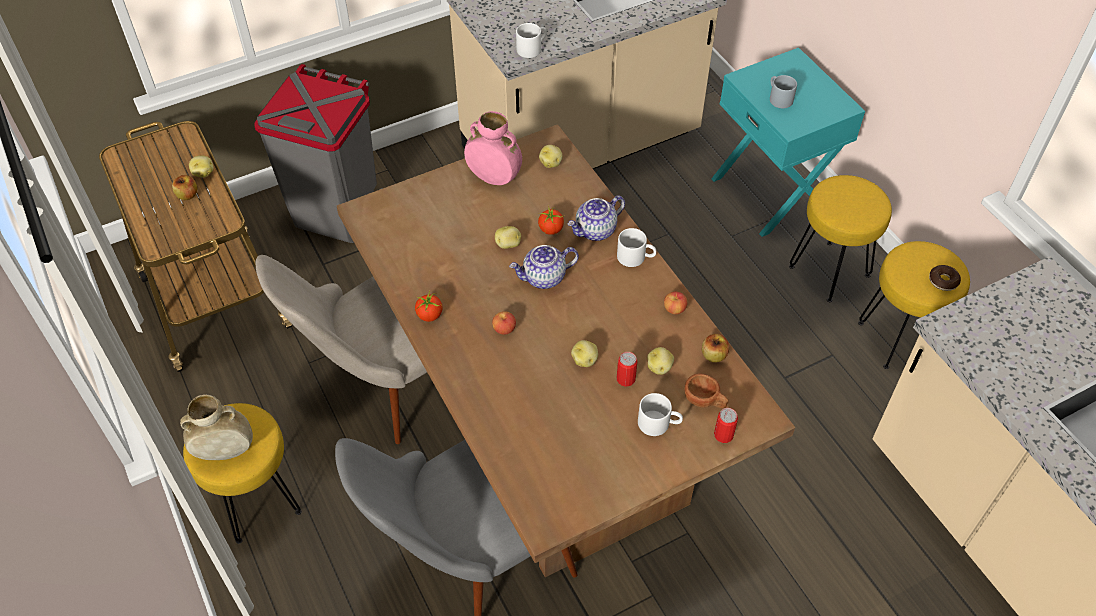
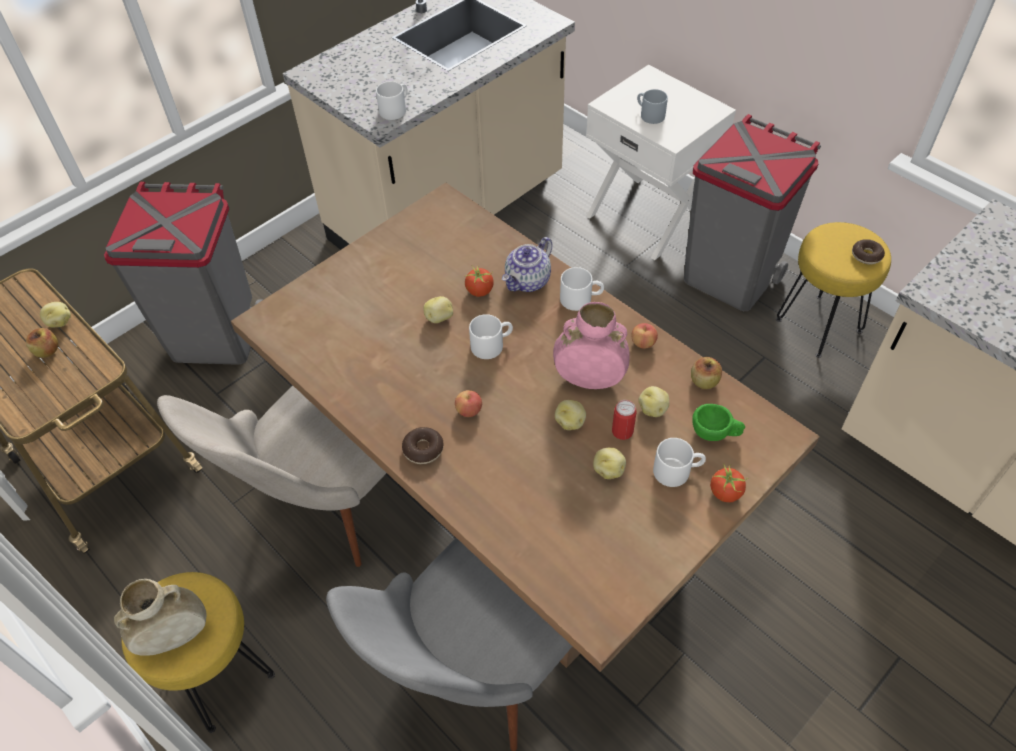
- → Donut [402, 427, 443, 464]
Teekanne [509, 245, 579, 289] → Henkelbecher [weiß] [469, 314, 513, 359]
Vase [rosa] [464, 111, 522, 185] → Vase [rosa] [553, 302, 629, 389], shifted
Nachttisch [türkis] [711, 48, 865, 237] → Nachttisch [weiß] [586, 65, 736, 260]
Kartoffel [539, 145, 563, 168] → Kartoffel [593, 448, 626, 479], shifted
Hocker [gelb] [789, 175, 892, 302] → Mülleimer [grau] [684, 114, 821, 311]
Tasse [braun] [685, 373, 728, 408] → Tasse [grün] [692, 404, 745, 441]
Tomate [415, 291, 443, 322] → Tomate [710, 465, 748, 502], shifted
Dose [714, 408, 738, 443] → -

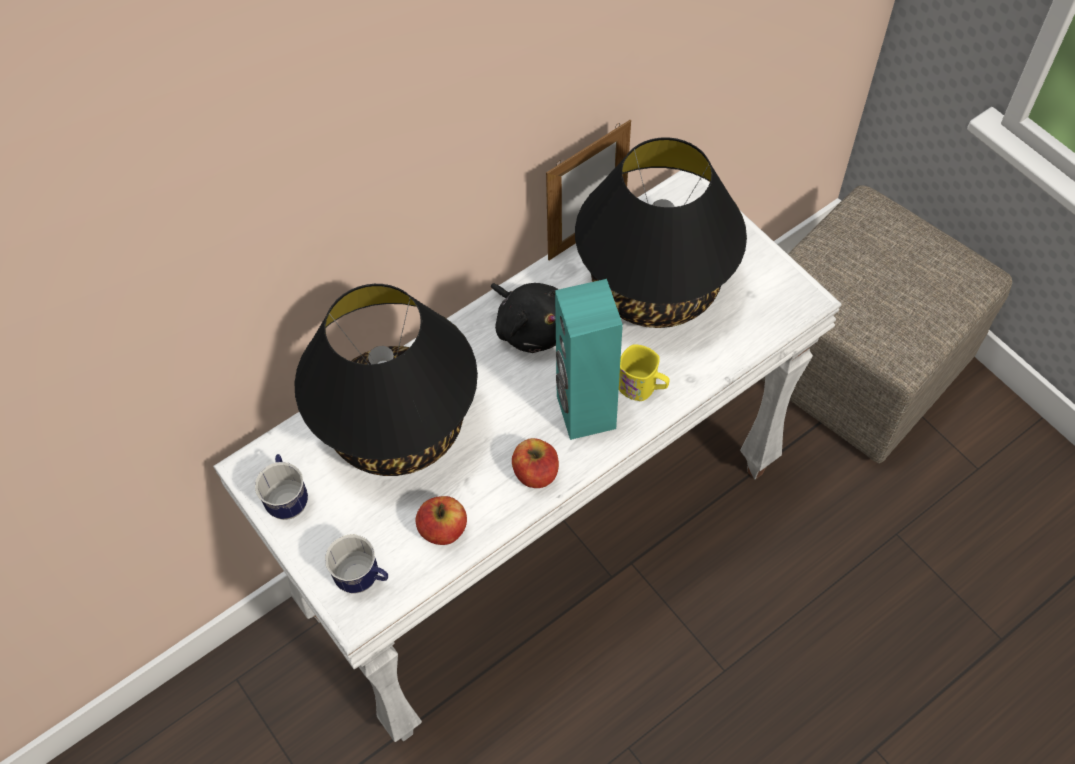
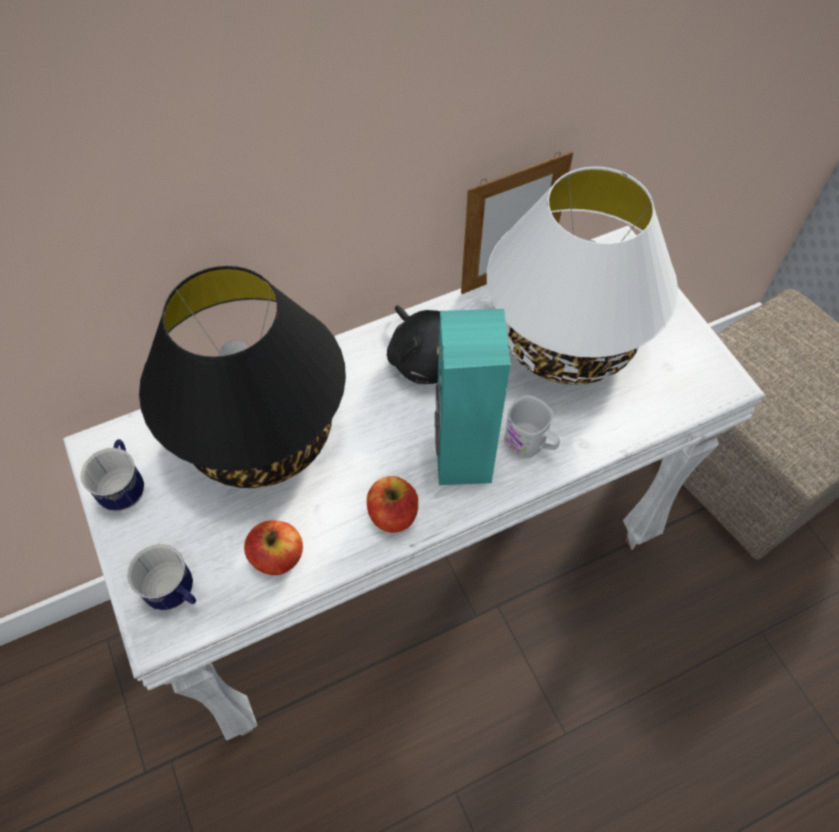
Tischlampe [schwarz] [575, 137, 747, 328] → Tischlampe [weiß] [487, 166, 678, 385]
Henkelbecher [gelb] [619, 344, 670, 401] → Henkelbecher [weiß] [504, 395, 560, 458]

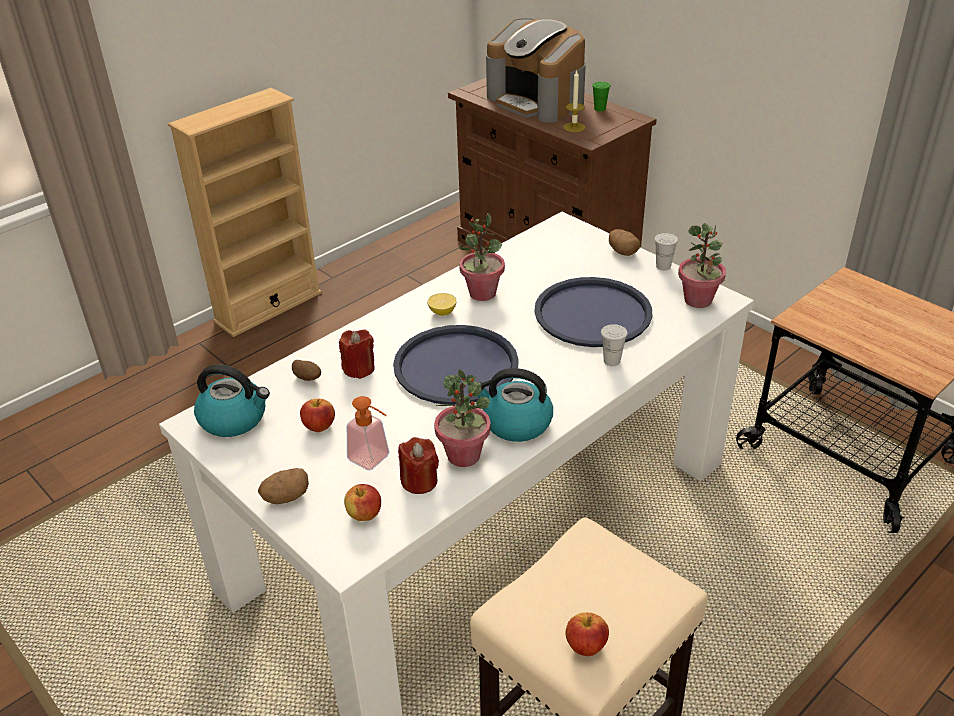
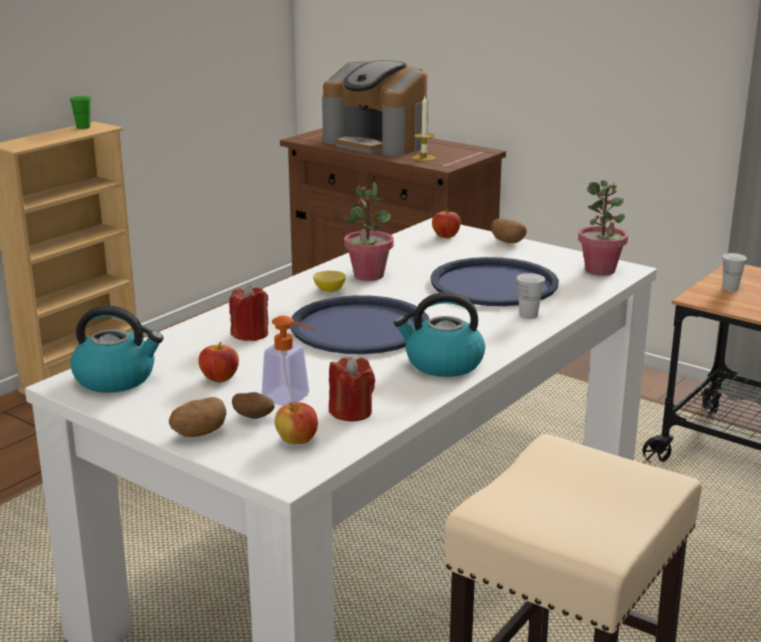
Tasse [grün] [592, 82, 610, 111] → Tasse [grün] [70, 96, 91, 129], shifted
Kartoffel [292, 360, 321, 381] → Kartoffel [232, 392, 275, 419], shifted
Apfel [565, 612, 609, 656] → Apfel [432, 209, 461, 239], shifted
Tasse [weiß] [655, 233, 678, 271] → Tasse [weiß] [722, 253, 747, 291], shifted
Topfpflanze [434, 369, 491, 467] → -

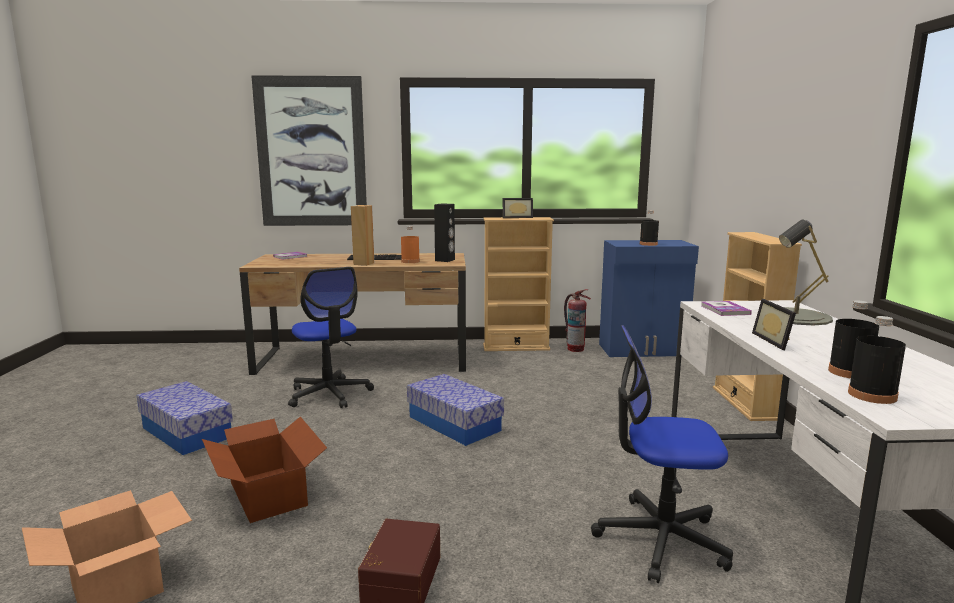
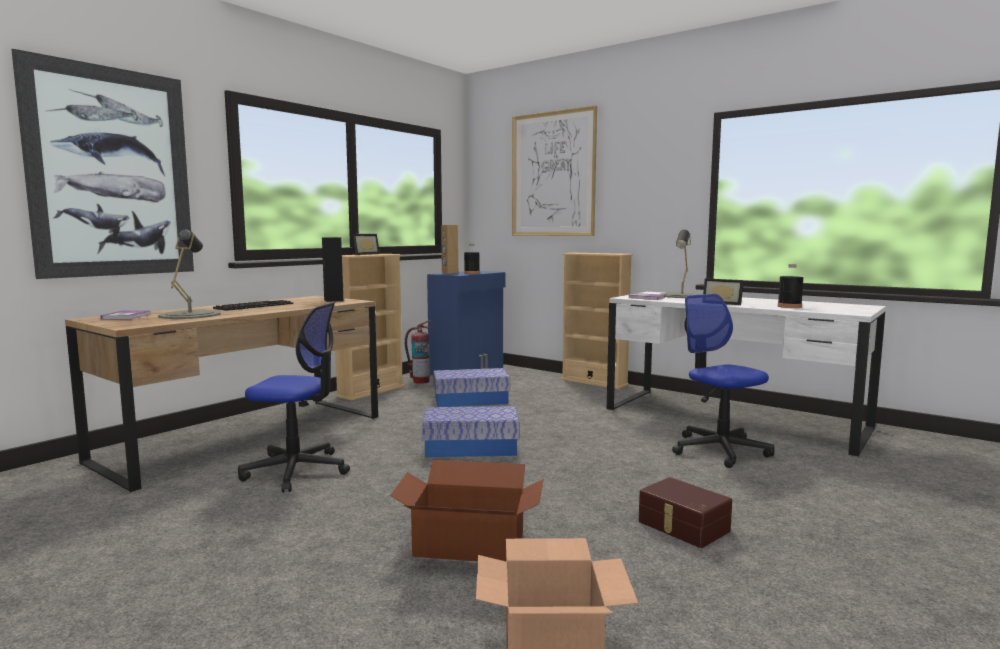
- → Tischlampe [grau] [158, 229, 221, 319]
Aufbewahrungsbox [137, 381, 233, 455] → Aufbewahrungsbox [433, 368, 510, 407], shifted
Lautsprecher [braun] [351, 205, 374, 266] → Lautsprecher [braun] [441, 225, 458, 274], shifted
- → Bild [512, 105, 597, 236]
Bürostuhl [591, 325, 733, 583] → Bürostuhl [672, 294, 775, 468], 105 degrees clockwise
Flasche [orange] [401, 226, 420, 263] → -
Flasche [schwarz] [848, 316, 906, 404] → -

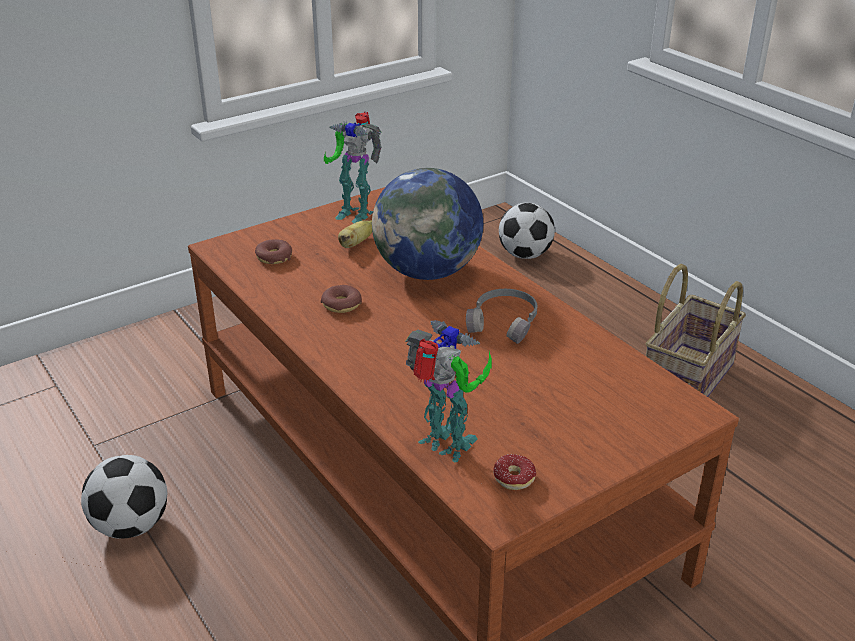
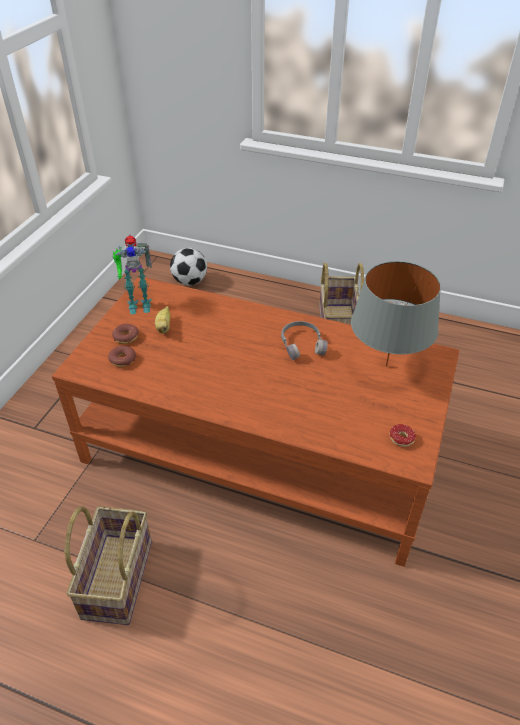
Fußball [81, 455, 167, 539] → Korb [65, 506, 152, 625]
Donut [321, 285, 362, 313] → Donut [112, 324, 139, 344], shifted
- → Tischlampe [grau] [351, 261, 441, 367]
Globus [372, 168, 483, 280] → -
Spielzeugroboter [405, 320, 492, 462] → -

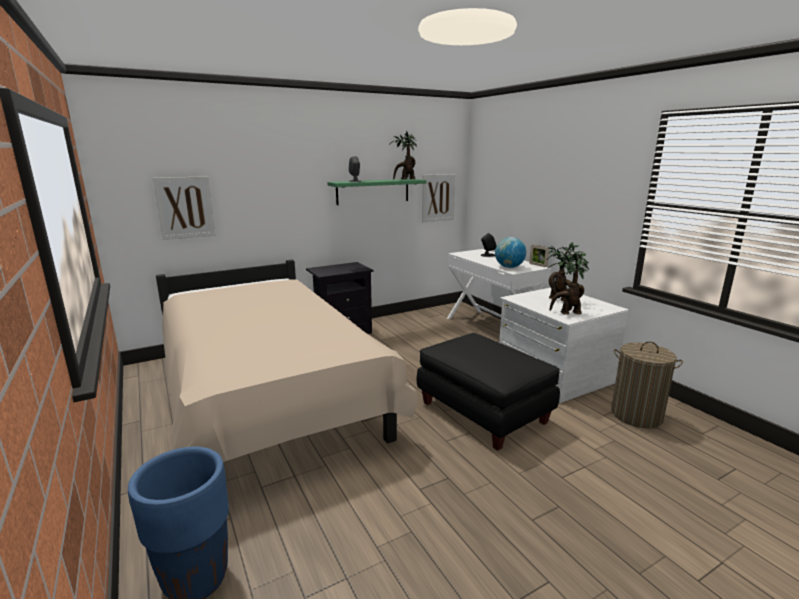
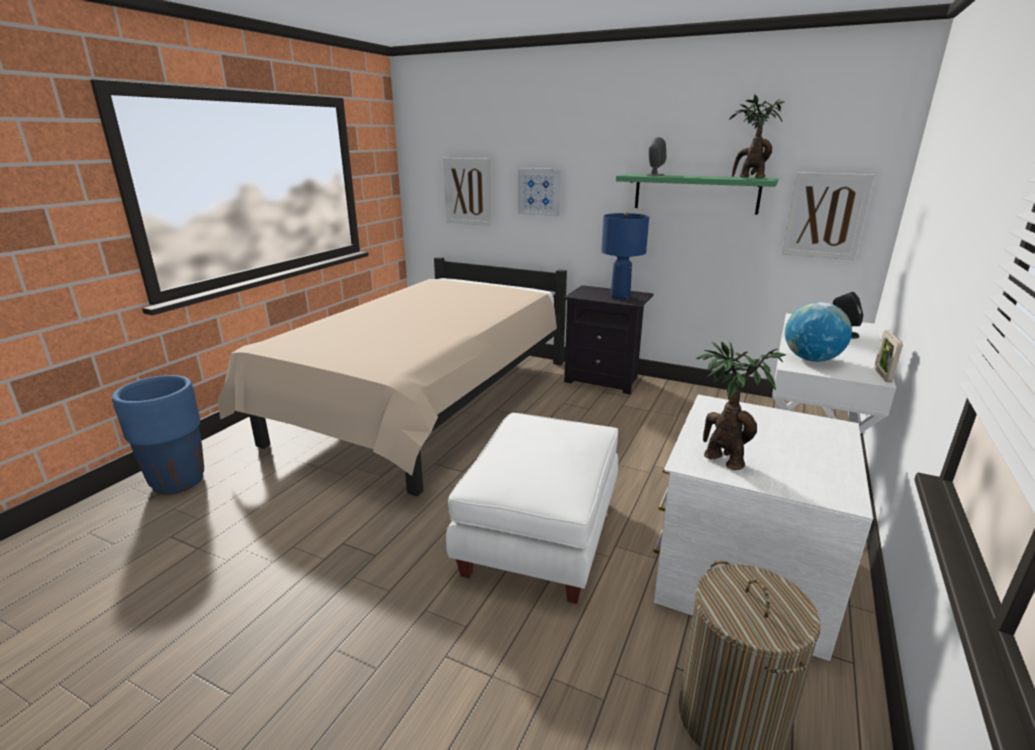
Polsterhocker [schwarz] [417, 333, 560, 451] → Polsterhocker [weiß] [446, 413, 618, 604]
- → Bild [518, 168, 561, 216]
- → Tischlampe [blau] [601, 212, 649, 299]
Topfpflanze [547, 242, 588, 301] → -

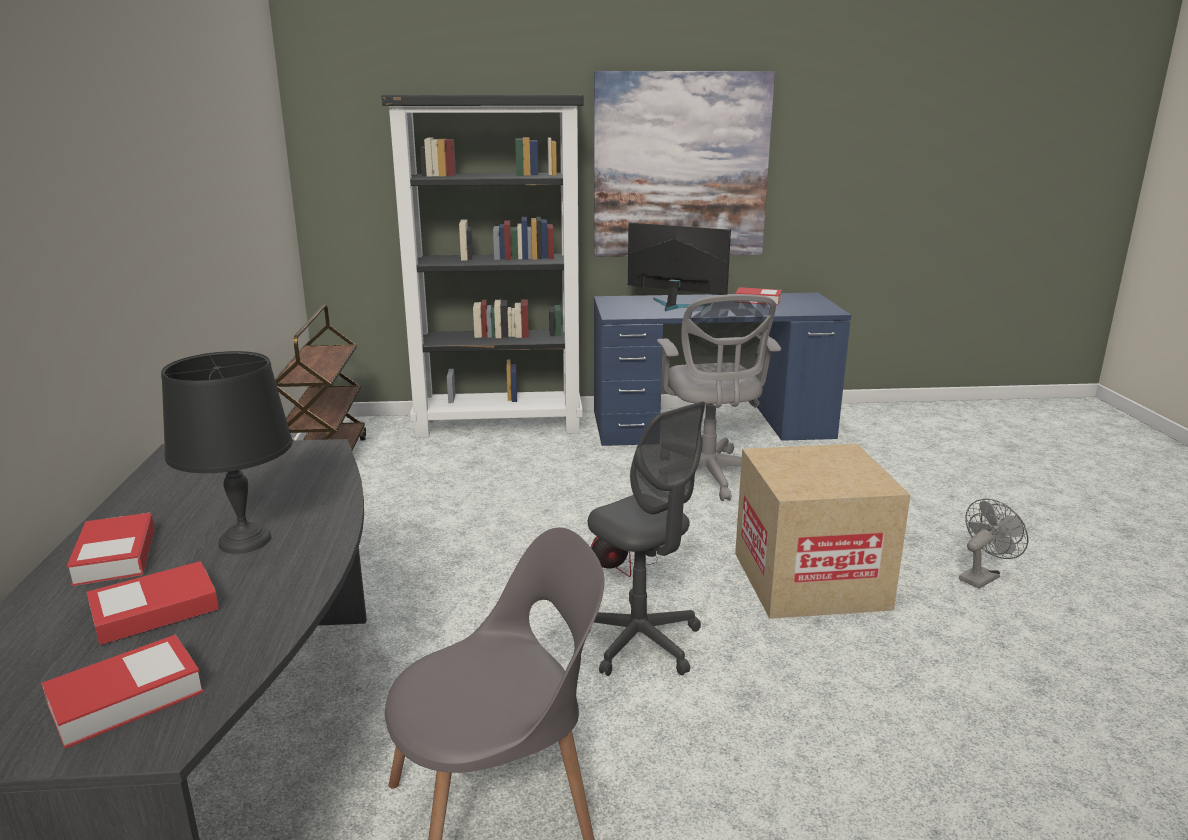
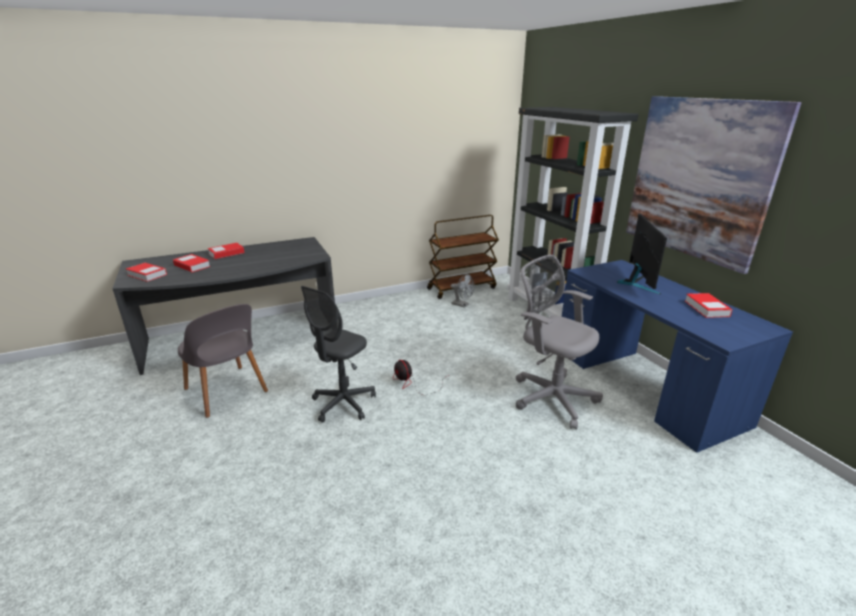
Ventilator [grau] [959, 498, 1028, 589] → Ventilator [grau] [451, 274, 475, 308], shifted
Bürostuhl [grau] [657, 294, 781, 501] → Bürostuhl [grau] [516, 255, 603, 430], 75 degrees clockwise
Tischlampe [schwarz] [161, 351, 293, 553] → -
Karton [735, 444, 911, 619] → -

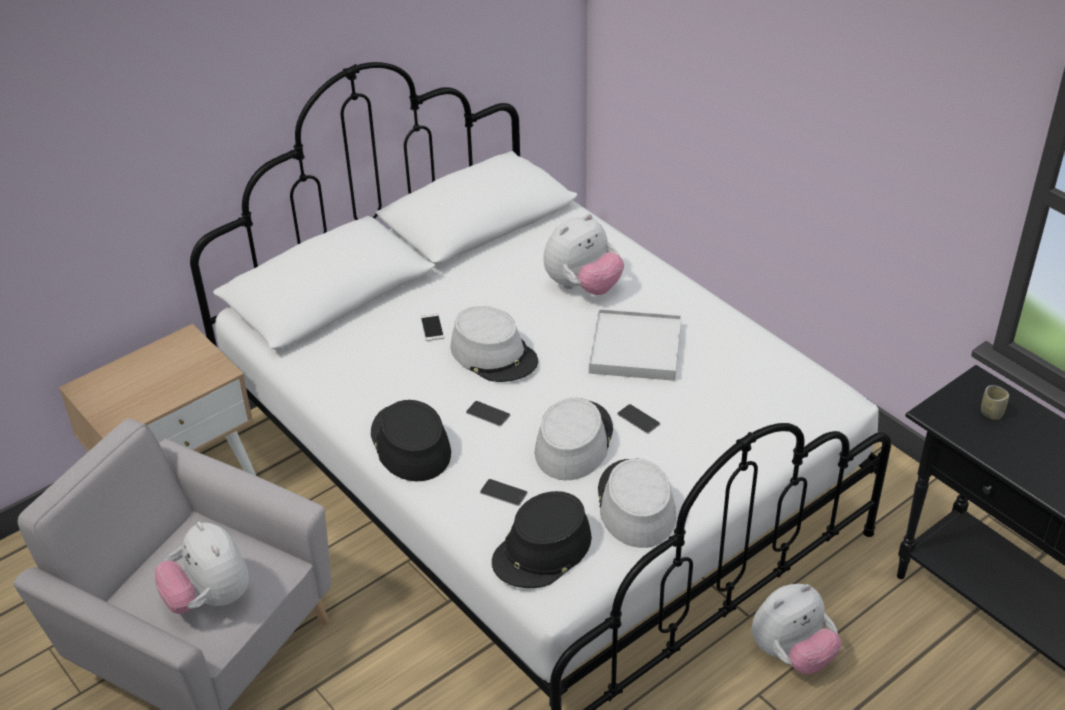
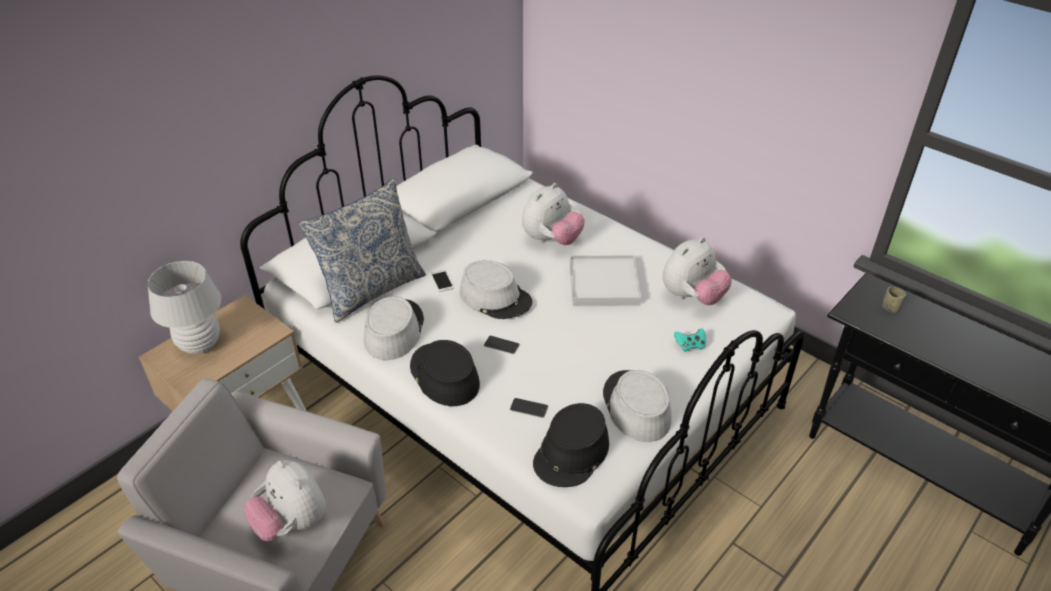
- → Tischlampe [weiß] [147, 261, 221, 354]
- → Kissen [299, 178, 426, 323]
Hut [grau] [535, 398, 613, 480] → Hut [grau] [364, 296, 424, 360], shifted
Plüschtier [752, 584, 842, 674] → Plüschtier [663, 237, 732, 305], shifted
- → Gamepad [türkis] [674, 328, 706, 352]
Handy [617, 404, 660, 434] → -

